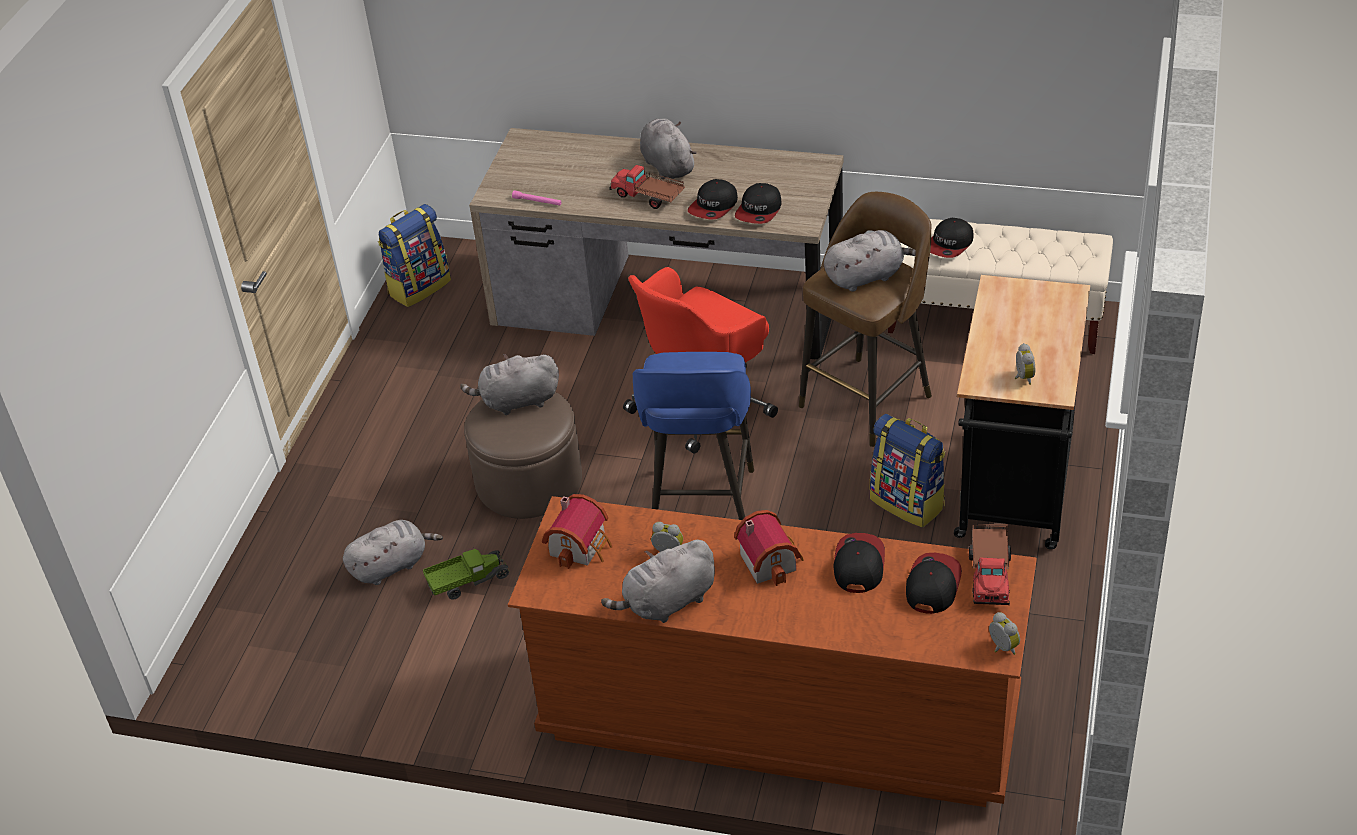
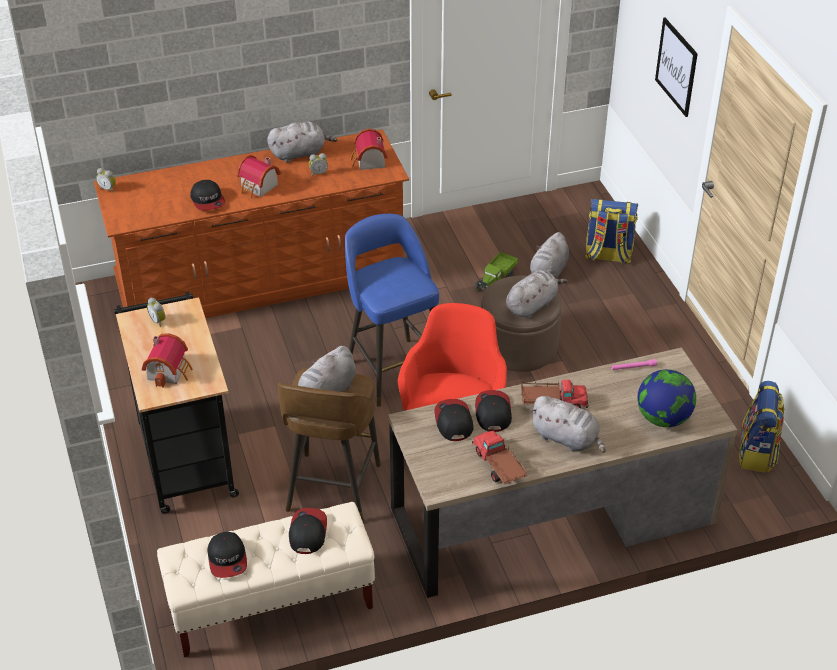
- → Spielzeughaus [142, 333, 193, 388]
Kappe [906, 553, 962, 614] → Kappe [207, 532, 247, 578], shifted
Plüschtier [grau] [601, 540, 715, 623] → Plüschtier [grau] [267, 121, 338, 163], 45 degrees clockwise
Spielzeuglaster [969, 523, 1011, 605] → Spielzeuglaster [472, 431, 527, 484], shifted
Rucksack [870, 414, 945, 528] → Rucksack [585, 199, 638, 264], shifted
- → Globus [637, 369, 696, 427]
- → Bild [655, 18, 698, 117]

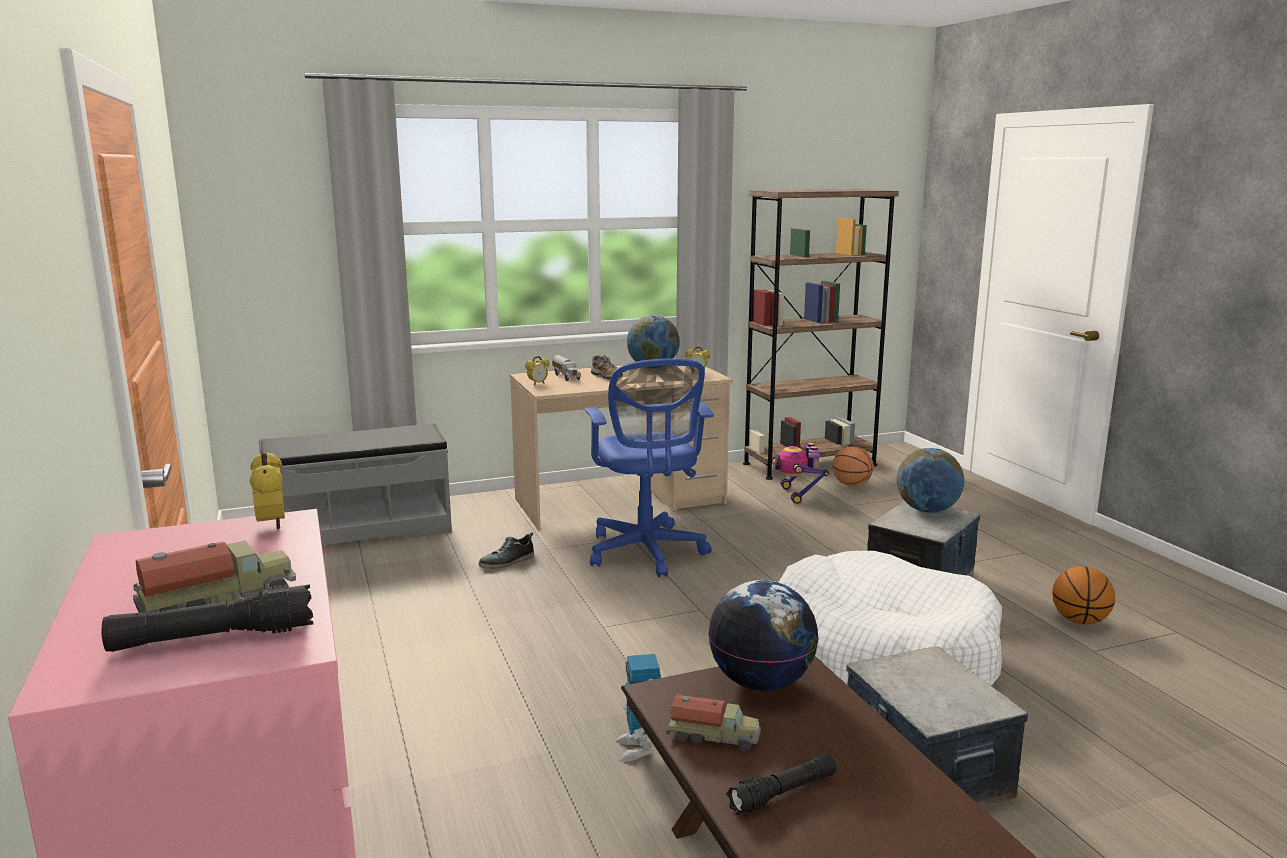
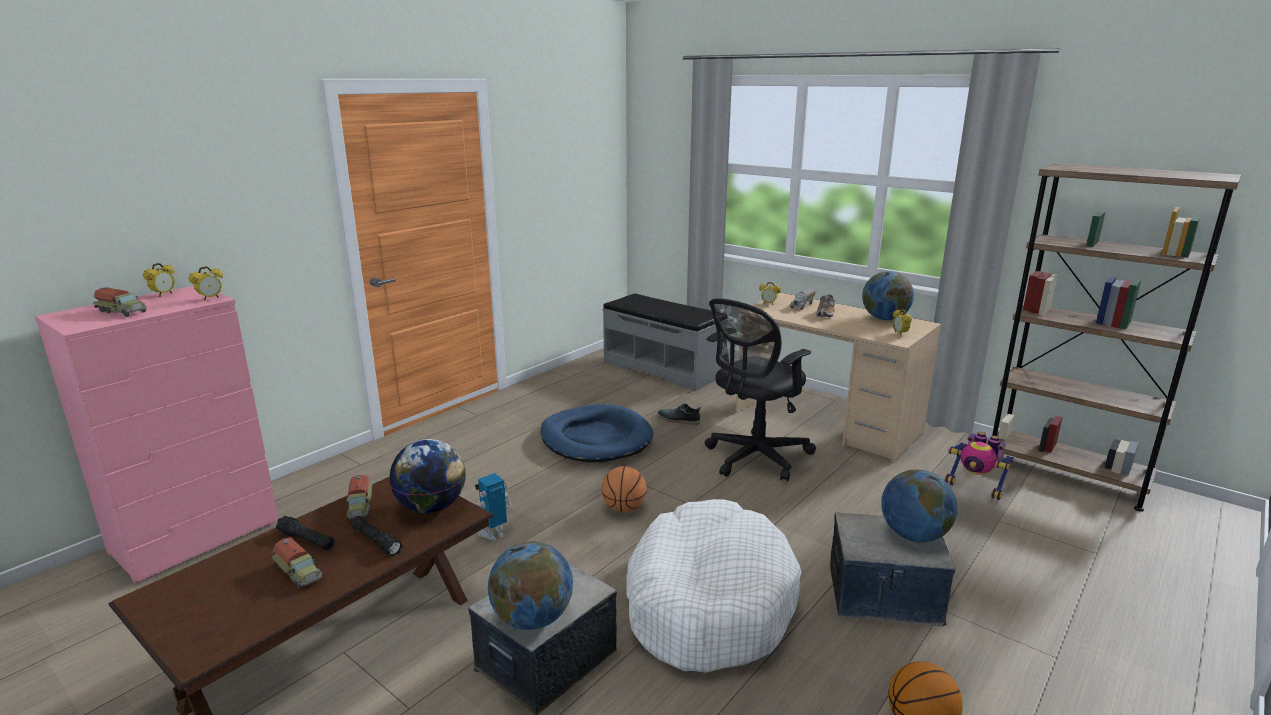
- → Wecker [143, 263, 175, 297]
- → Spielzeuglaster [272, 537, 322, 589]
Taschenlampe [schwarz] [101, 584, 313, 652] → Taschenlampe [schwarz] [351, 516, 403, 557], shifted
- → Globus [488, 541, 573, 630]
- → Hundebett [blau] [540, 404, 653, 462]
Basketball [832, 446, 874, 486] → Basketball [601, 466, 647, 512], shifted
Bürostuhl [blau] [585, 359, 714, 577] → Bürostuhl [schwarz] [705, 298, 816, 481]
Spielzeugroboter [773, 443, 829, 504] → Spielzeugroboter [945, 432, 1014, 500], 105 degrees counterclockwise

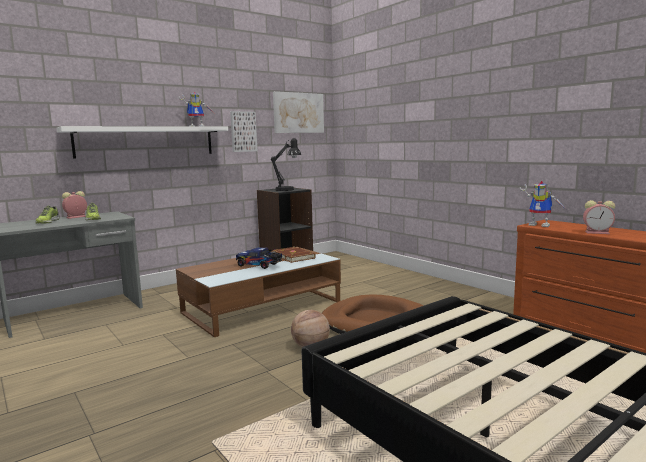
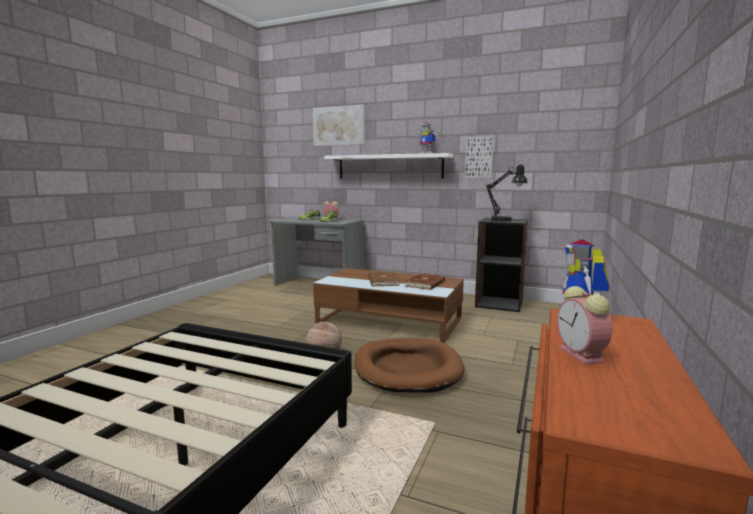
Bild [273, 91, 324, 133] → Bild [313, 104, 365, 146], shifted
Spielzeuglaster [236, 248, 282, 269] → Buch [braun] [368, 272, 400, 286]

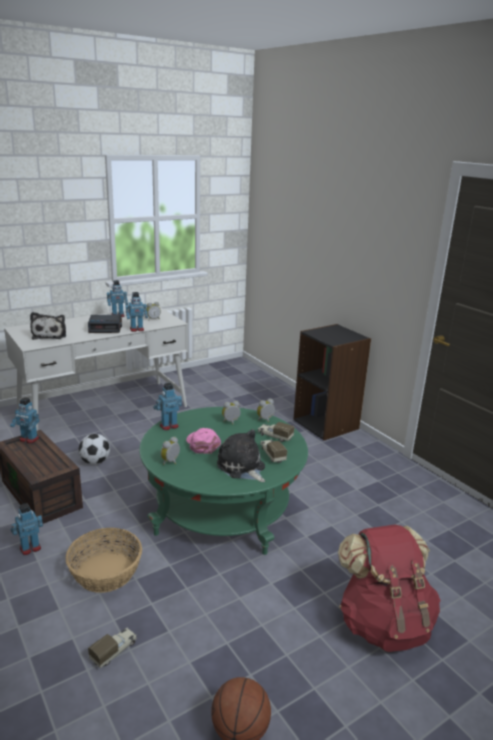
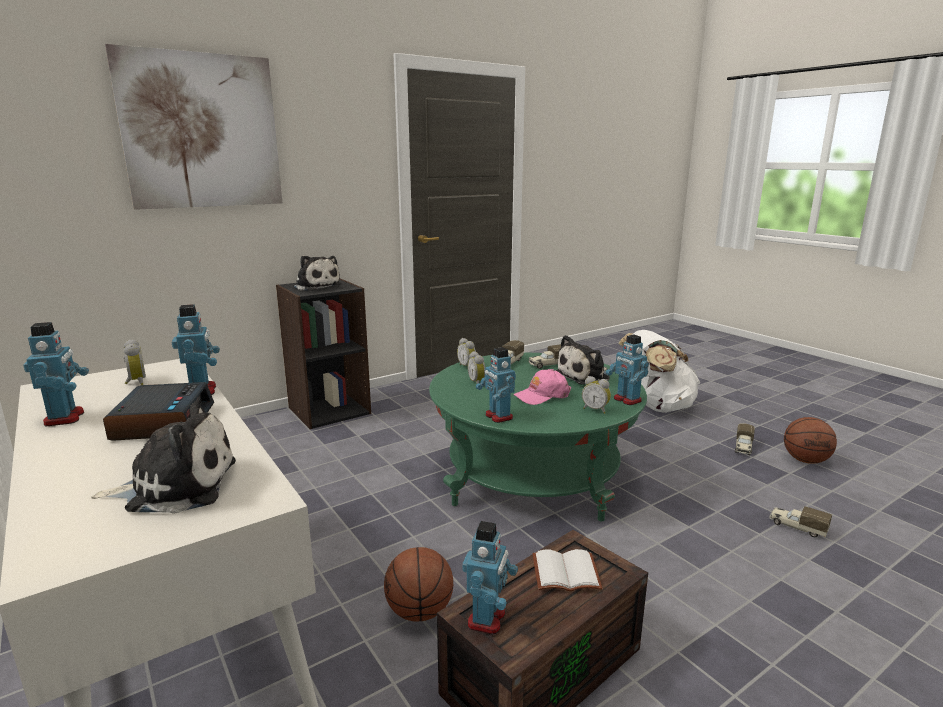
- → Bild [105, 44, 282, 210]
- → Plüschtier [293, 255, 341, 291]
Fußball [79, 434, 110, 465] → Basketball [384, 547, 453, 622]
- → Buch [weiß] [533, 549, 603, 591]
Spielzeugroboter [10, 503, 43, 555] → Spielzeugroboter [606, 334, 649, 405], shifted
Rucksack [rot] [338, 525, 441, 652] → Rucksack [weiß] [619, 330, 700, 413]
- → Spielzeuglaster [735, 424, 755, 455]
Korb [66, 528, 142, 593] → -

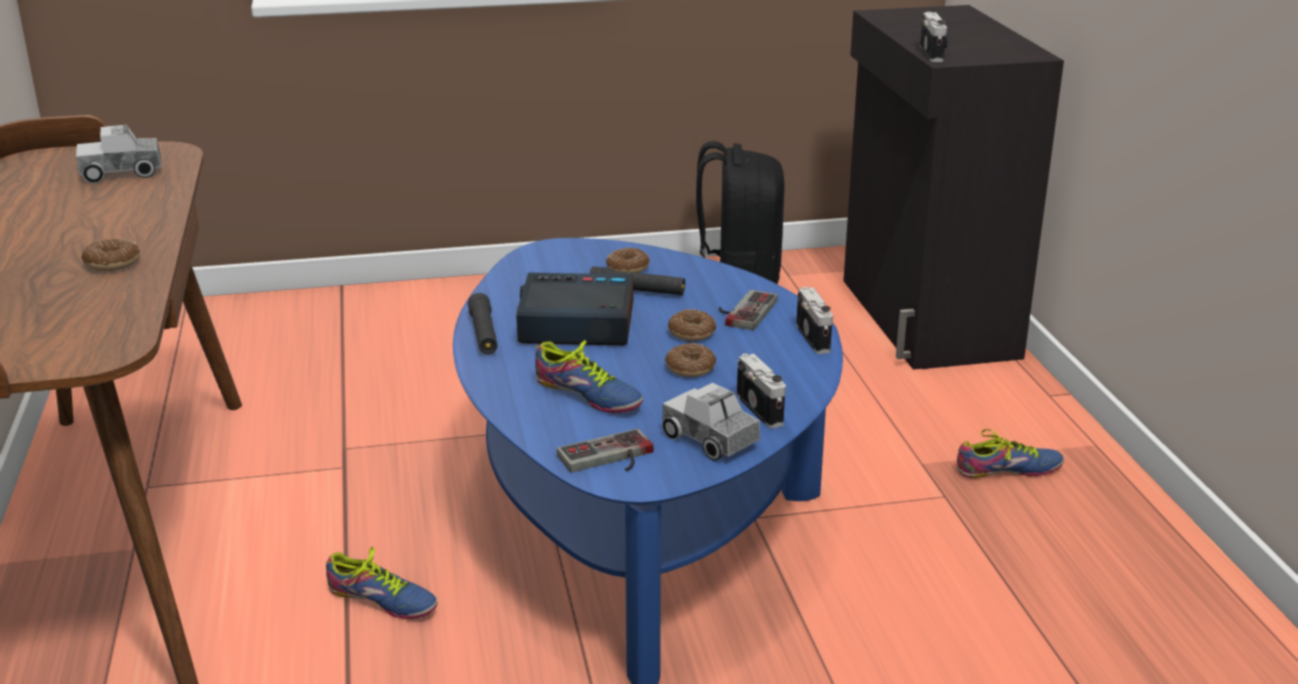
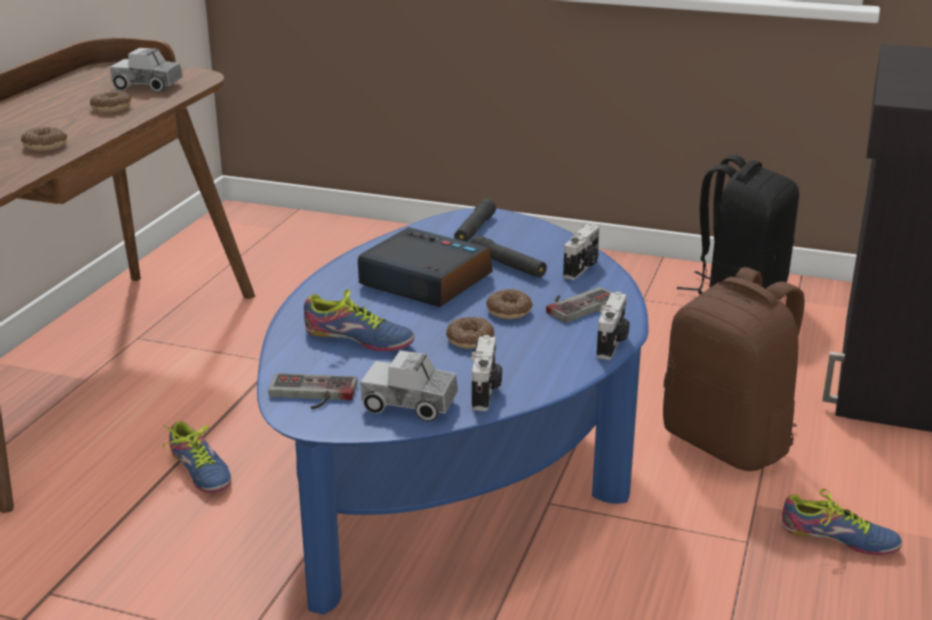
Donut [606, 247, 650, 273] → Donut [90, 91, 131, 112], shifted
Schuh [535, 340, 643, 413] → Schuh [304, 289, 414, 351], 45 degrees counterclockwise
Spielzeuglaster [662, 383, 760, 461] → Spielzeuglaster [360, 350, 458, 421], 60 degrees counterclockwise
Taschenlampe [schwarz] [468, 293, 498, 354] → Taschenlampe [schwarz] [454, 199, 496, 242], shifted
Kamera [920, 12, 948, 62] → Kamera [563, 224, 600, 280], shifted
- → Rucksack [braun] [663, 267, 805, 471]

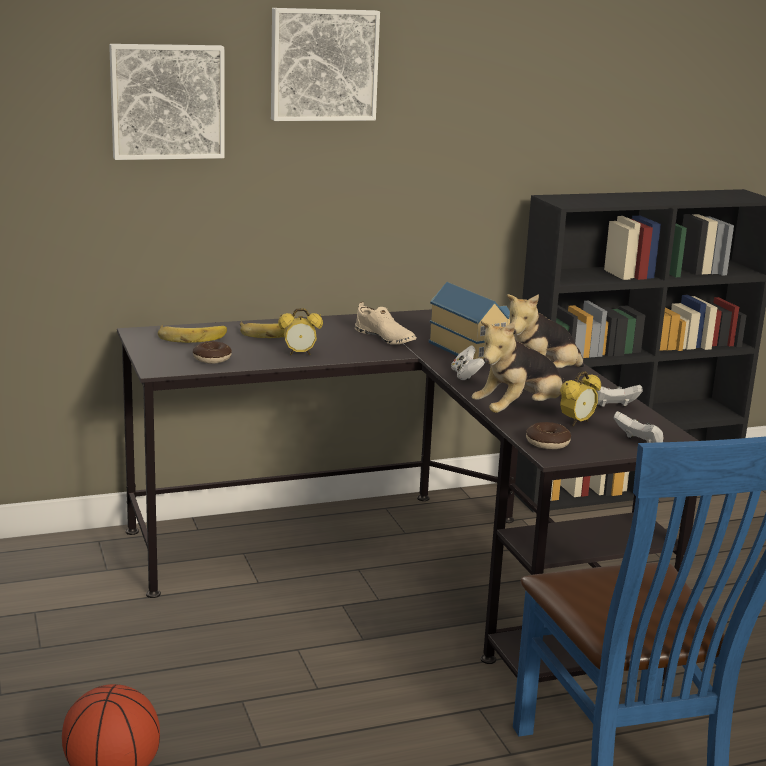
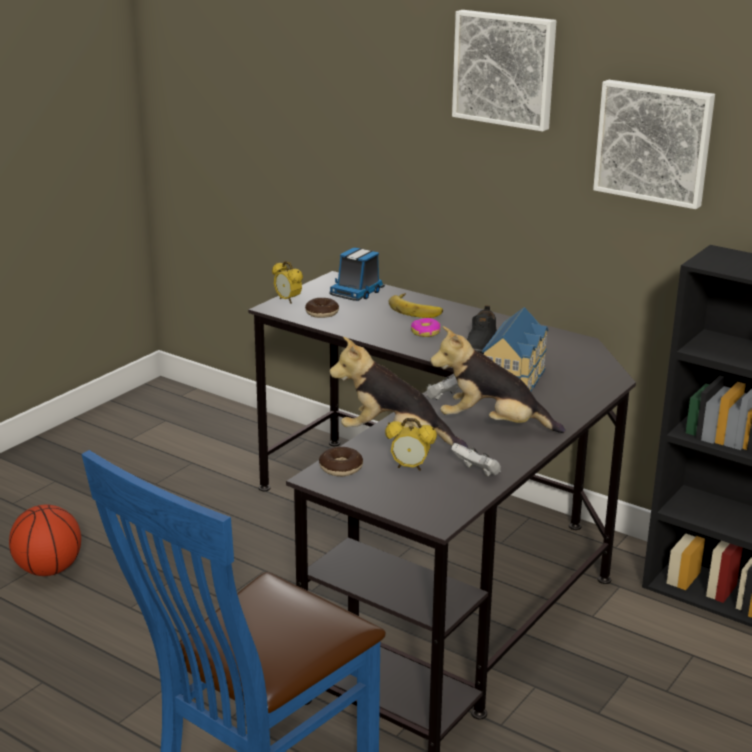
Wecker [278, 308, 323, 355] → Wecker [272, 261, 303, 303], shifted
Banane [158, 325, 227, 343] → Spielzeuglaster [329, 247, 385, 301]
- → Donut [411, 318, 441, 337]
Schuh [beige] [355, 302, 417, 345] → Schuh [schwarz] [467, 305, 497, 354]
Bild [109, 44, 225, 160] → Bild [593, 80, 715, 209], shifted
Gamepad [weiß] [613, 411, 663, 443] → -

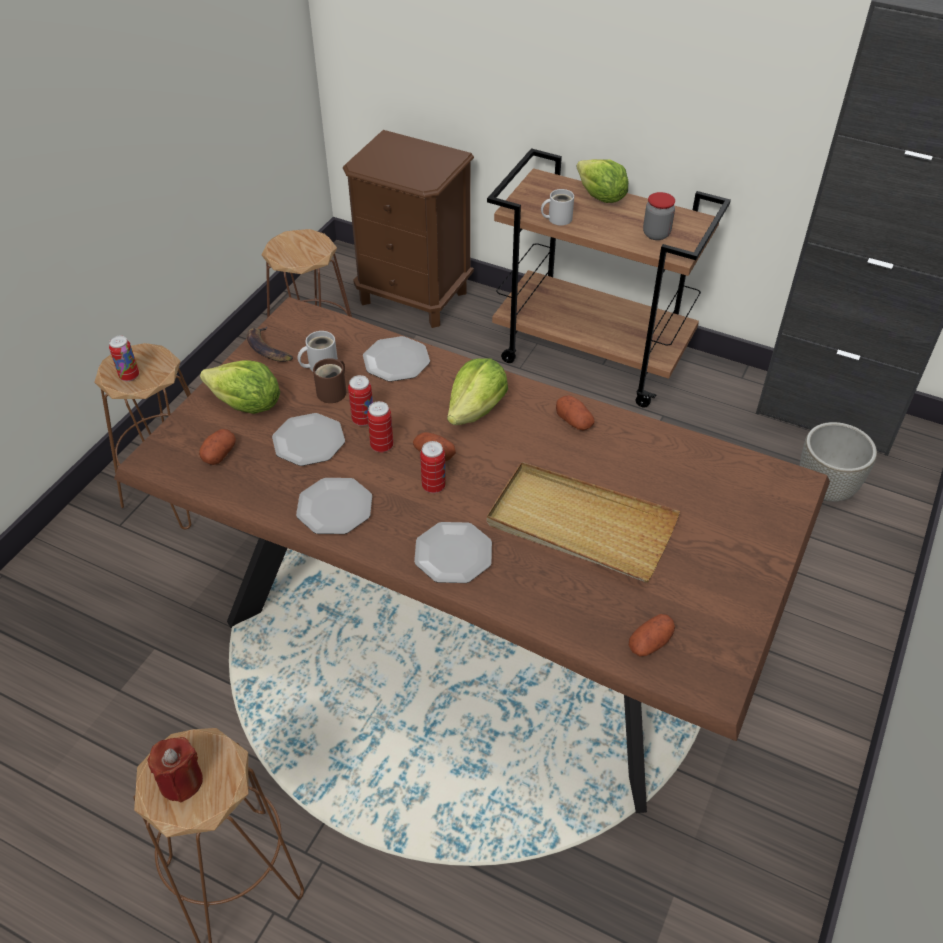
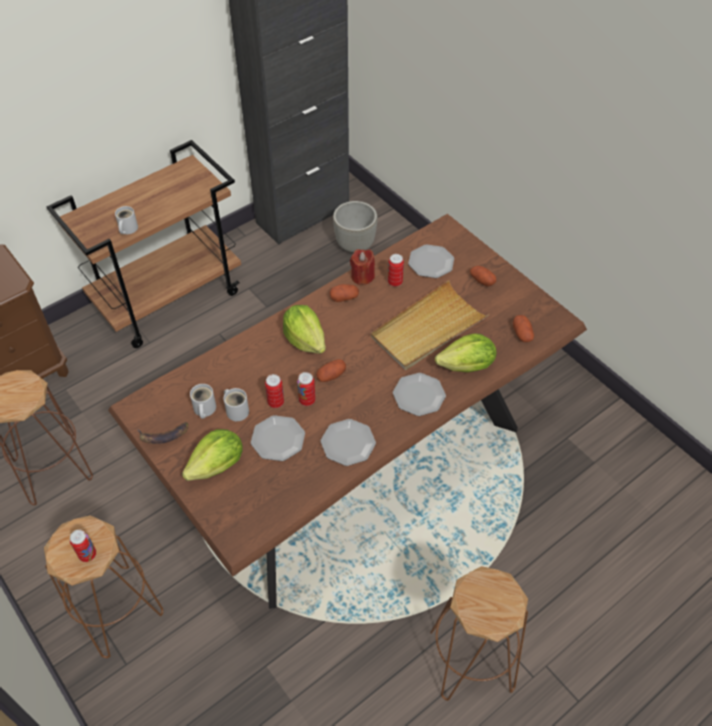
Henkelbecher [braun] [313, 358, 346, 403] → Henkelbecher [weiß] [223, 388, 249, 421]
Kerze [rot] [147, 737, 203, 803] → Kerze [rot] [350, 249, 375, 285], shifted
Dose [420, 441, 446, 493] → Dose [388, 254, 404, 287], shifted
Teller [363, 336, 430, 382] → Teller [408, 245, 454, 278], shifted
Salatkopf [577, 159, 629, 203] → Salatkopf [435, 333, 496, 373], shifted
Kartoffel [199, 429, 236, 465] → Kartoffel [470, 266, 496, 286], shifted
Vorratsglas [643, 192, 675, 240] → -

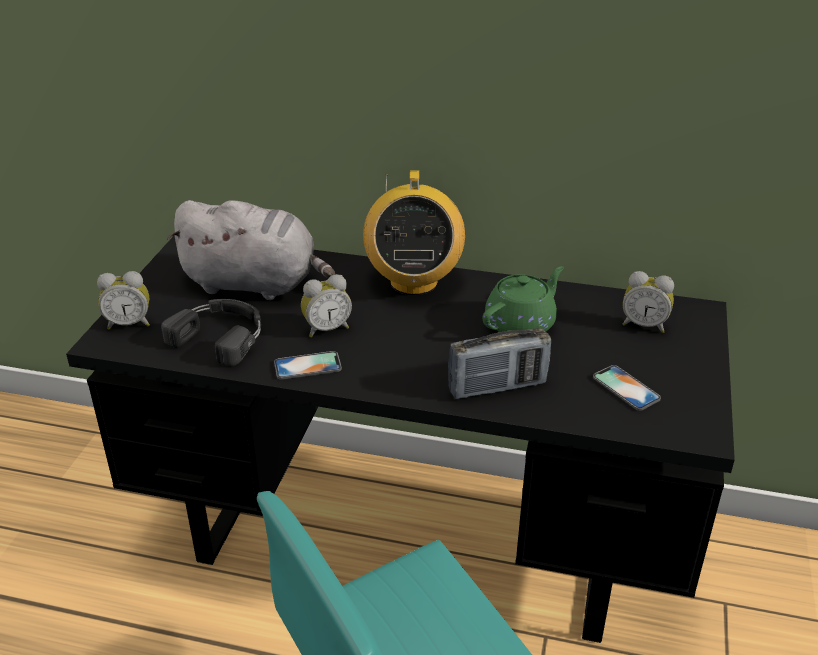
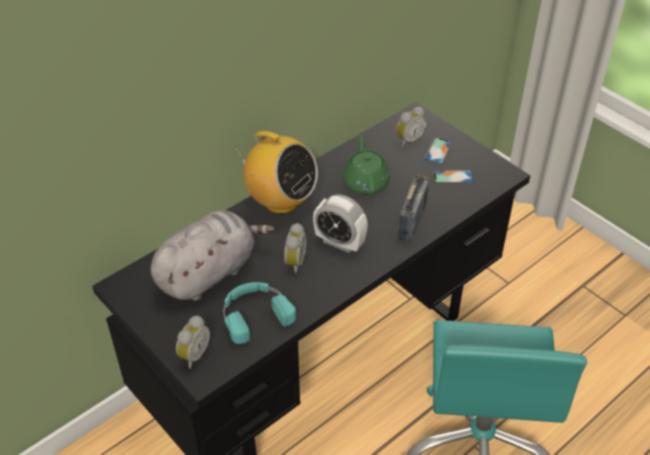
Kopfhörer [schwarz] [161, 299, 261, 366] → Kopfhörer [türkis] [223, 282, 296, 344]
- → Wecker [313, 194, 368, 253]
Handy [274, 351, 342, 380] → Handy [424, 137, 453, 165], shifted

